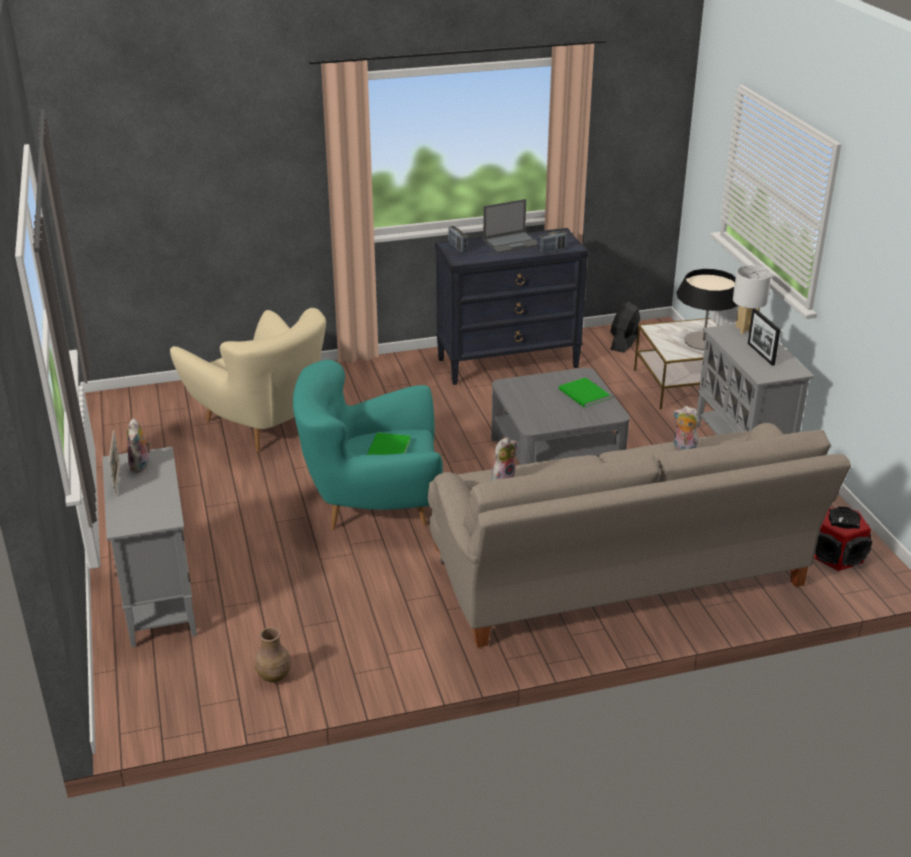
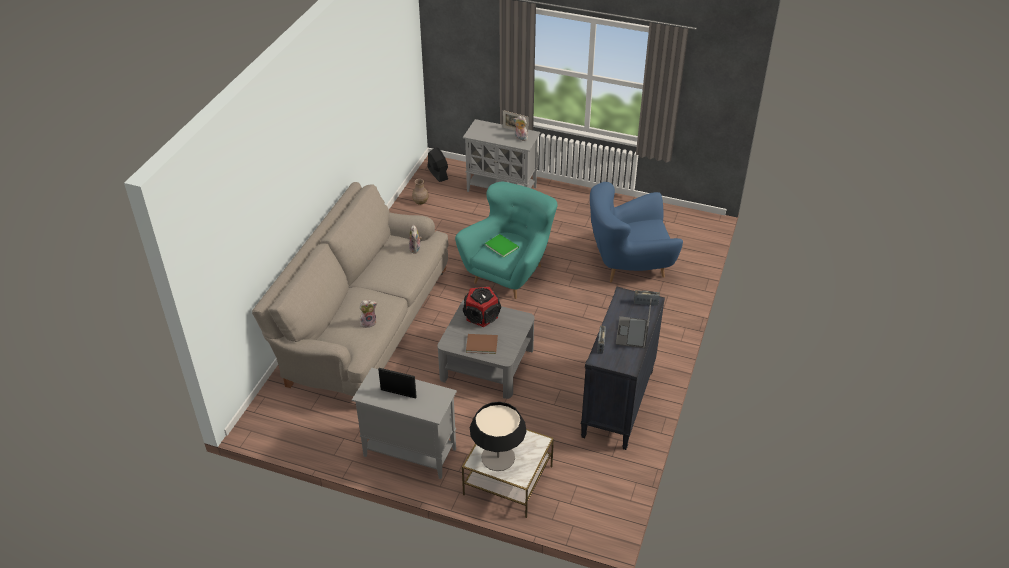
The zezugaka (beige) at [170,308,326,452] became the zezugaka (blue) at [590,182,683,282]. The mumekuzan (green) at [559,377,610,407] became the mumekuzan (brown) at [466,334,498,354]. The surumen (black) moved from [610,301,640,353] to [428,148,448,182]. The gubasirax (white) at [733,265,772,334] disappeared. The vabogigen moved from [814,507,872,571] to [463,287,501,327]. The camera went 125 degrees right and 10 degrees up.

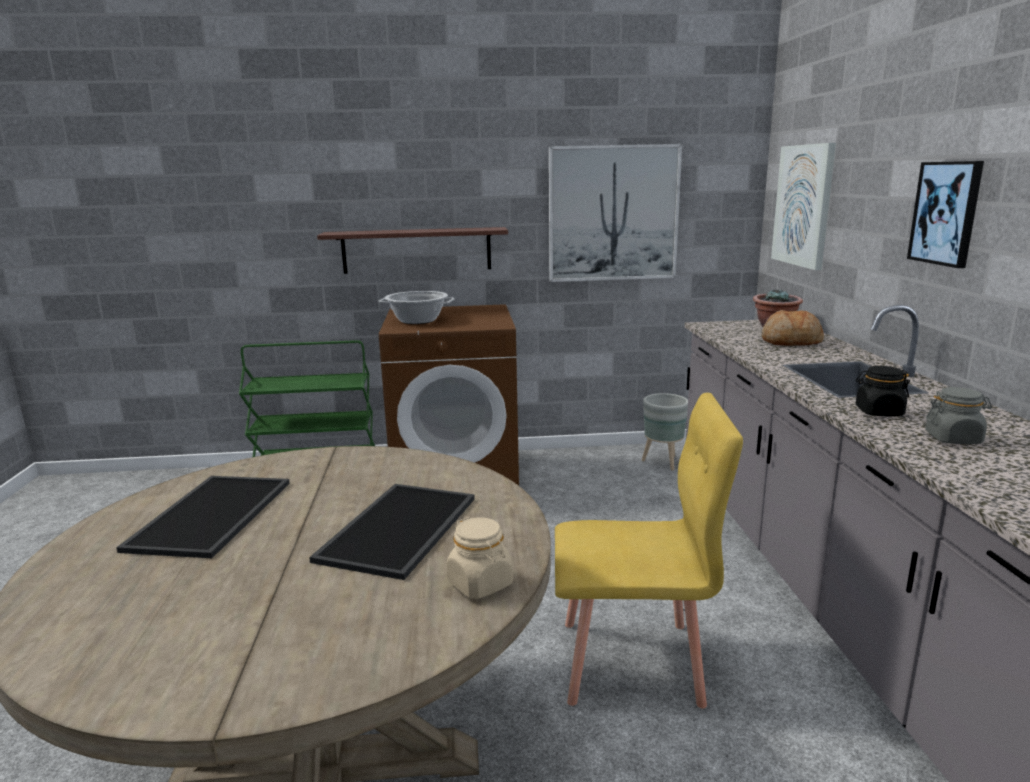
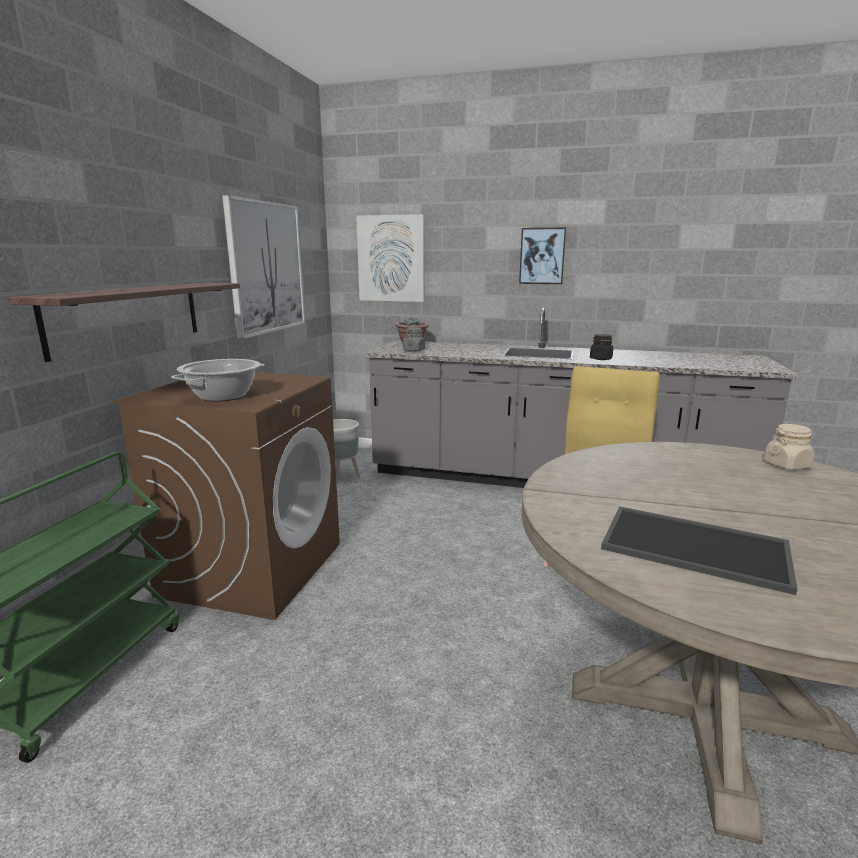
The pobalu at [309,484,475,580] disappeared. The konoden at [762,310,824,346] disappeared. The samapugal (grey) moved from [925,387,992,444] to [403,328,425,351]. The camera went 70 degrees left and 0 degrees up.

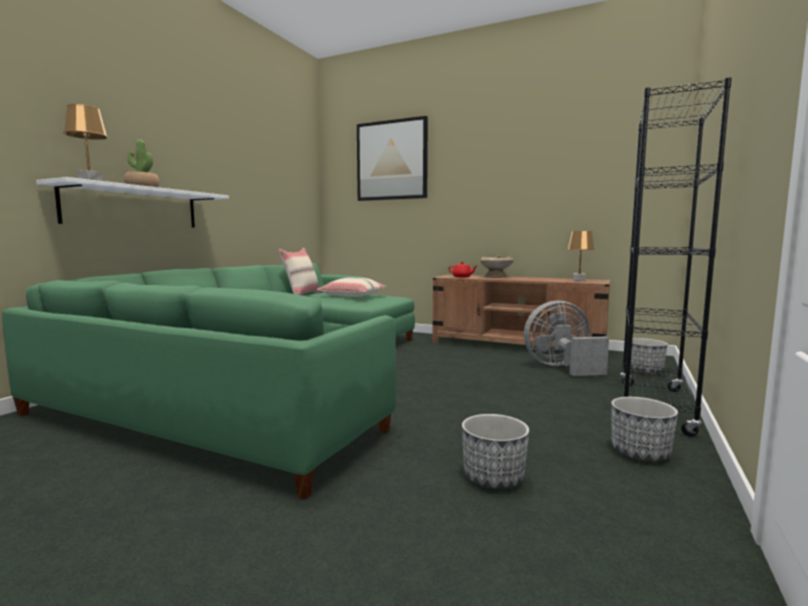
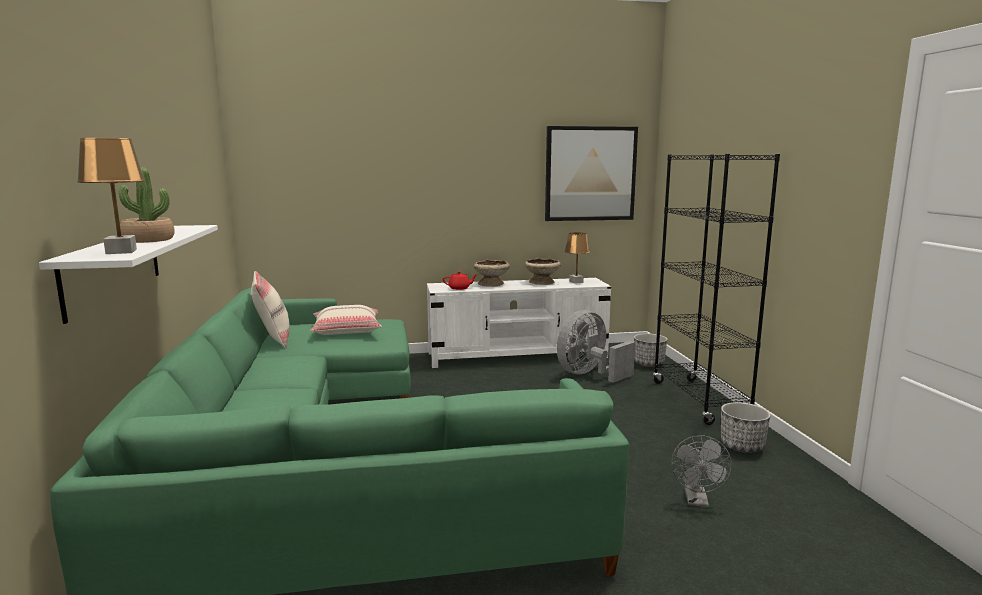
The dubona moved from [357,116,428,201] to [545,126,638,221]. The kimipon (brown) at [432,275,610,348] became the kimipon (white) at [427,278,611,368]. The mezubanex at [462,414,529,489] was replaced by the surumen (grey) at [671,435,732,507]. The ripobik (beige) at [525,258,561,285] appeared. The camera went 35 degrees left and 5 degrees up.

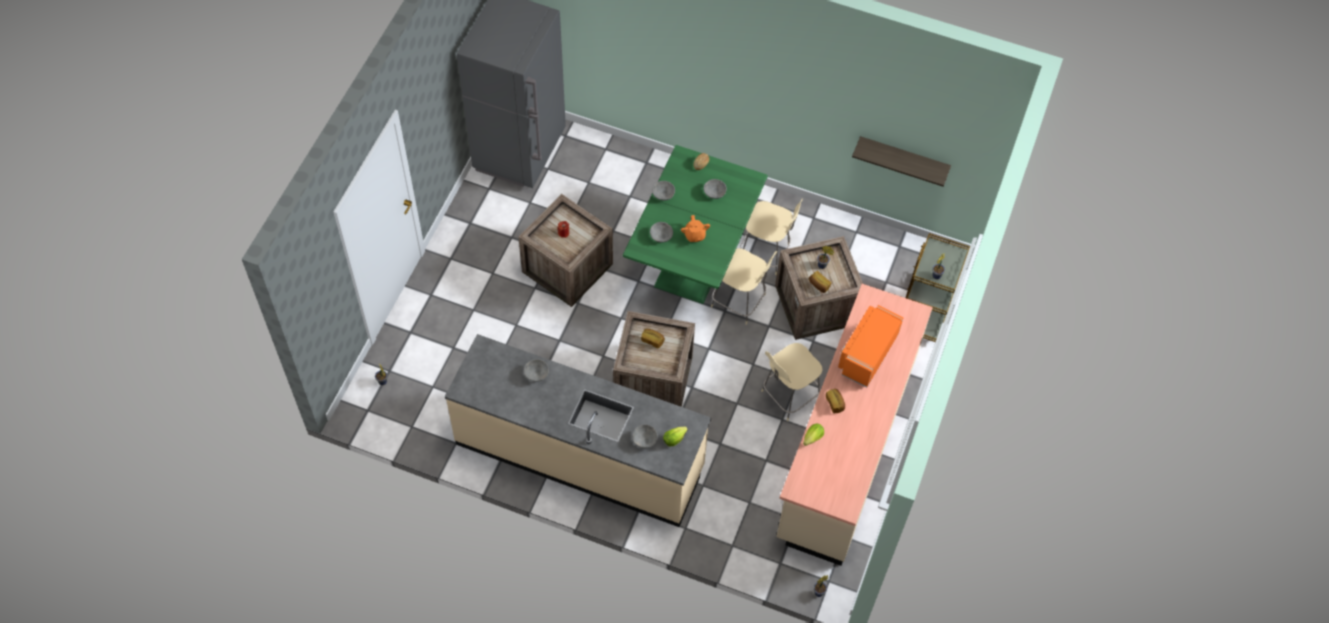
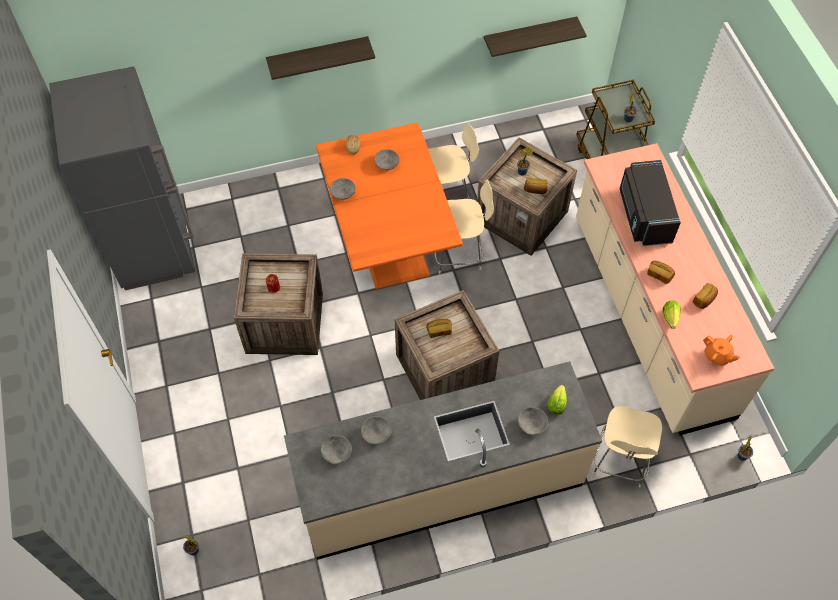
The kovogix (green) at [623,145,768,304] became the kovogix (orange) at [316,122,463,289]. The ripobik (grey) moved from [650,222,673,243] to [321,435,352,464]. The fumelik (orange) moved from [681,215,710,242] to [703,335,740,366]. The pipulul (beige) moved from [762,343,823,421] to [593,406,662,487]. The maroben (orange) at [838,305,904,387] became the maroben (black) at [620,160,681,246]. The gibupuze at [266,36,375,80] appeared. The konoden at [693,283,718,309] appeared. The camera went 35 degrees left and 0 degrees up.

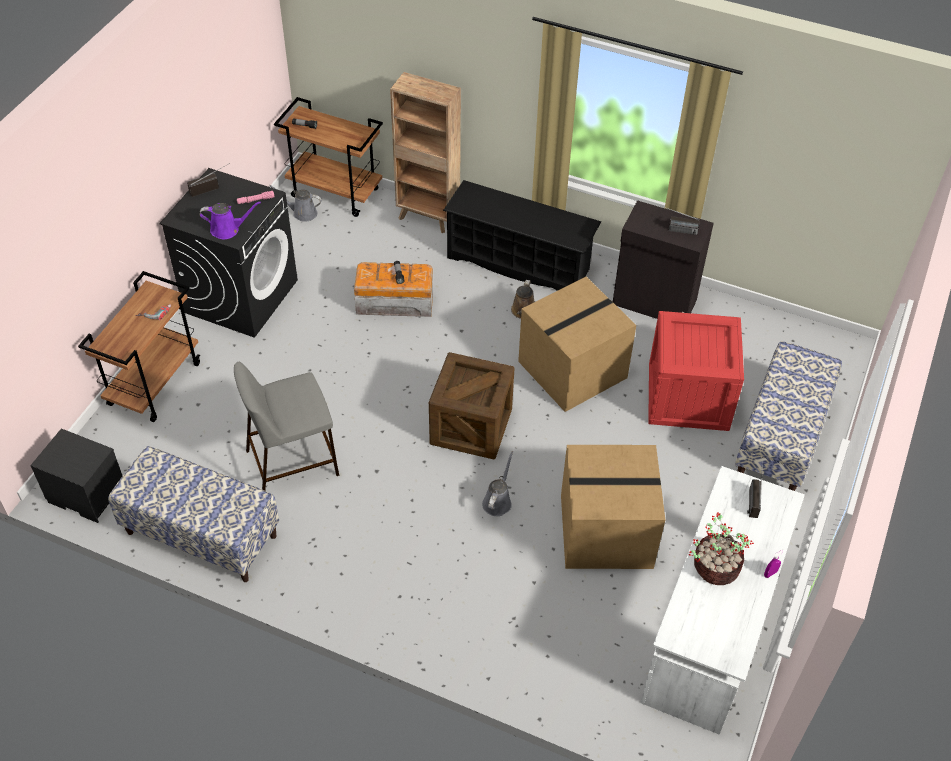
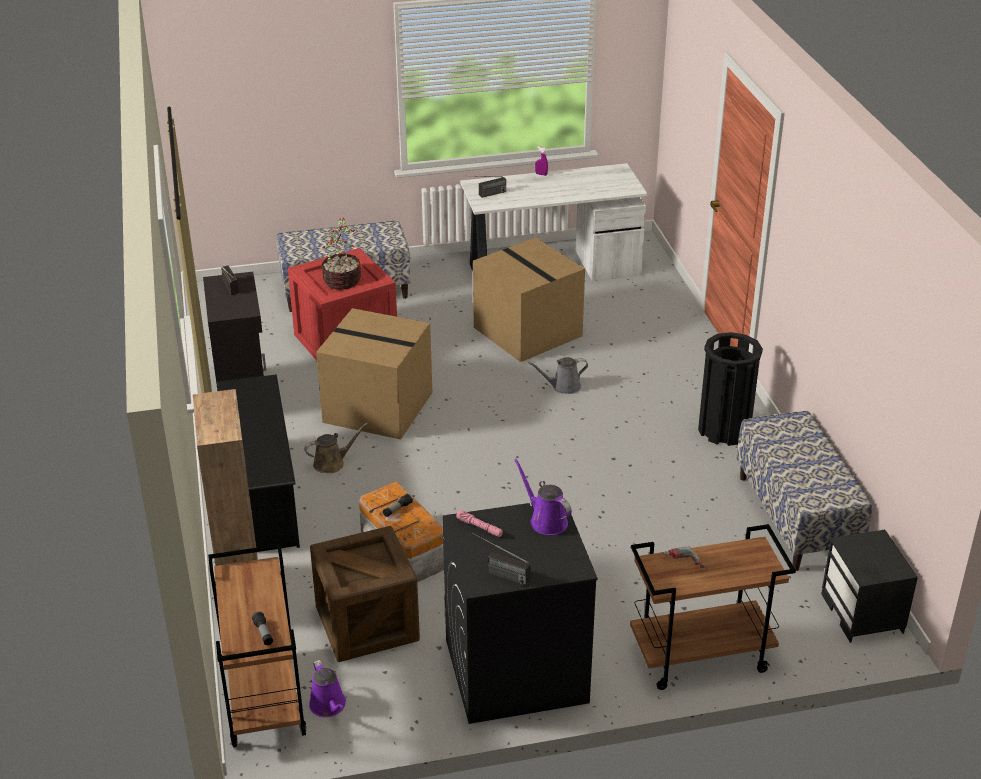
The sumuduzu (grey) at [234,362,339,490] disappeared. The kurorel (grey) at [269,185,322,222] became the kurorel (purple) at [309,660,346,717]. The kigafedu moved from [429,352,514,459] to [310,526,420,662]. The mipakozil moved from [689,512,754,585] to [322,218,361,290]. The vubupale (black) at [698,332,763,446] appeared. The camera went 125 degrees left and 15 degrees down.

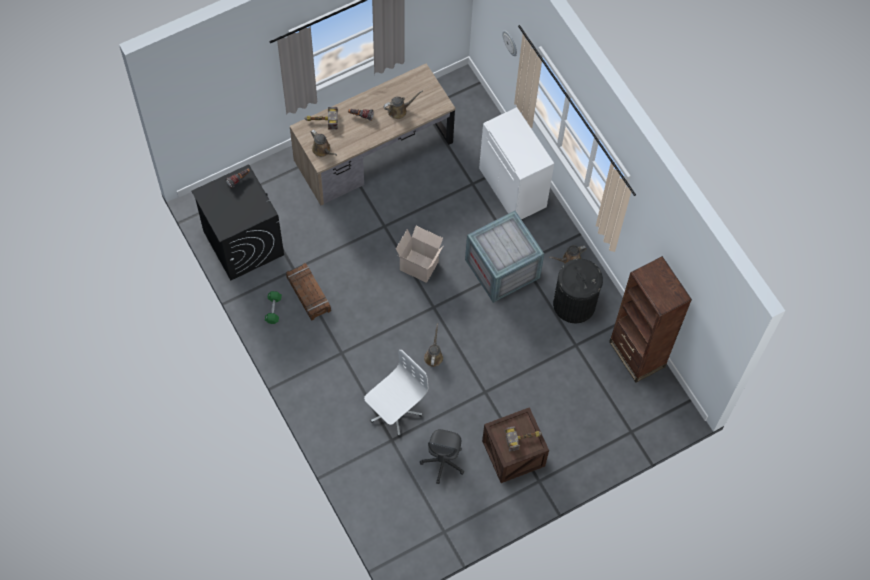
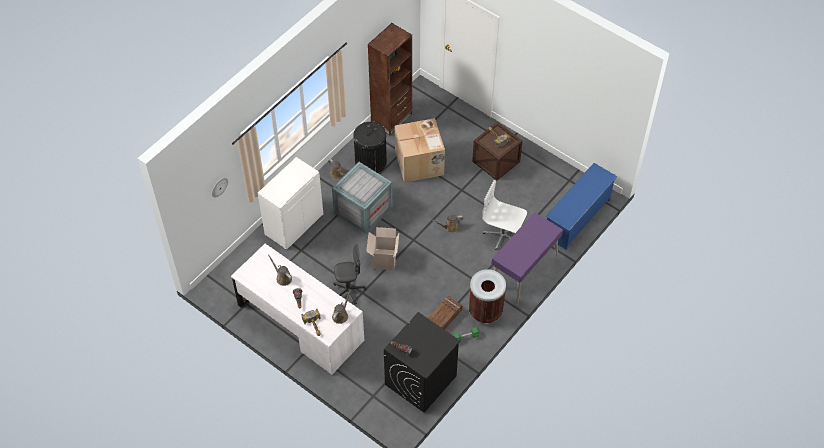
The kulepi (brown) at [290,63,456,205] became the kulepi (white) at [231,244,364,374]. The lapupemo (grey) moved from [420,429,464,484] to [333,244,367,305]. The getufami at [395,118,445,183] appeared. The vubupale (brown) at [469,269,506,324] appeared. The kulepi (purple) at [491,212,563,306] appeared. The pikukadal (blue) at [546,163,617,250] appeared. The camera went 110 degrees left and 10 degrees down.

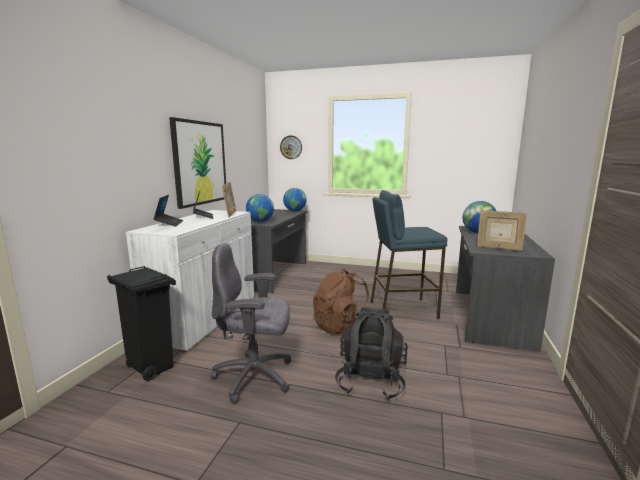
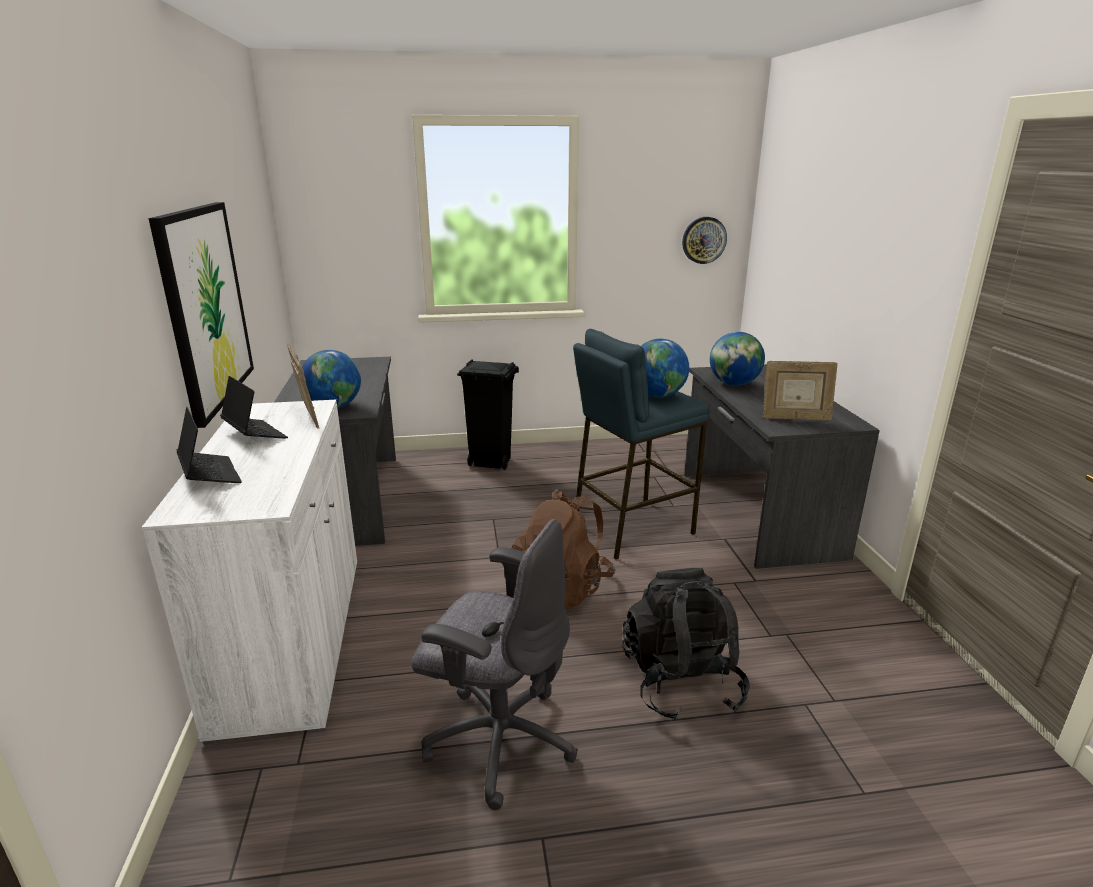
The vubupale (black) moved from [107,266,176,381] to [457,359,519,470]. The lapupemo (grey) at [211,243,291,404] turned 135 degrees counterclockwise. The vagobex moved from [280,136,302,159] to [682,217,727,264]. The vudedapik moved from [283,188,307,211] to [641,339,689,398]. The camera went 25 degrees left and 10 degrees up.

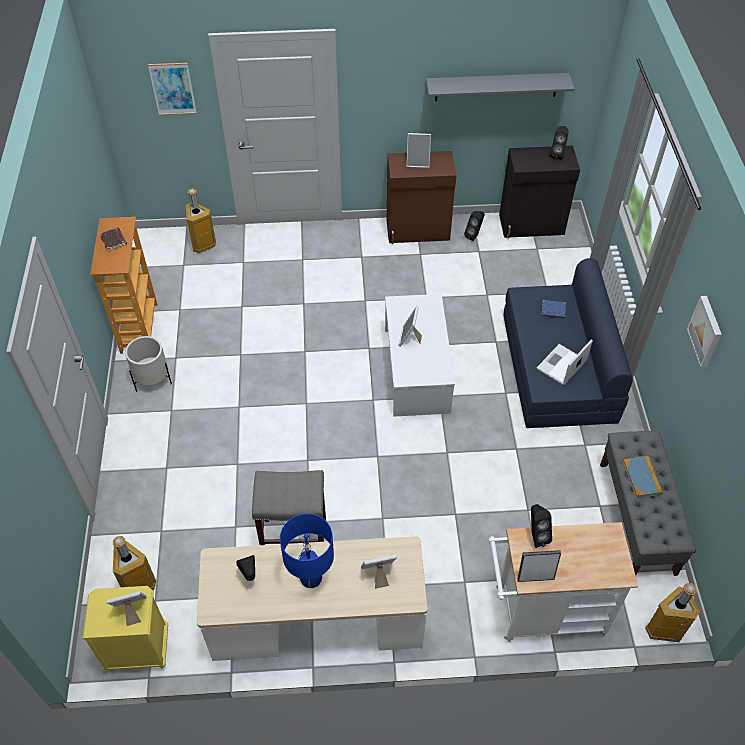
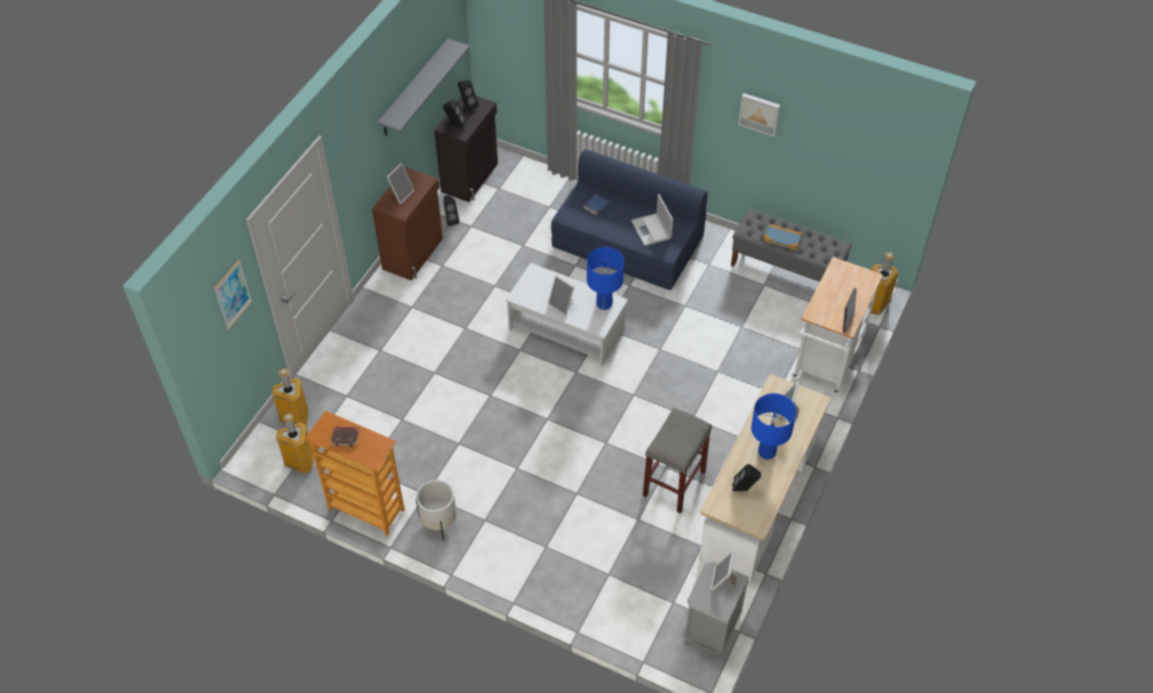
The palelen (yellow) at [82,586,168,672] became the palelen (grey) at [683,561,749,658]. The vubupale moved from [113,536,156,590] to [276,413,314,474]. The vabogigen (black) moved from [531,504,552,548] to [443,100,466,128]. The gubasirax (blue) at [587,247,624,310] appeared. The camera went 60 degrees left and 0 degrees up.

